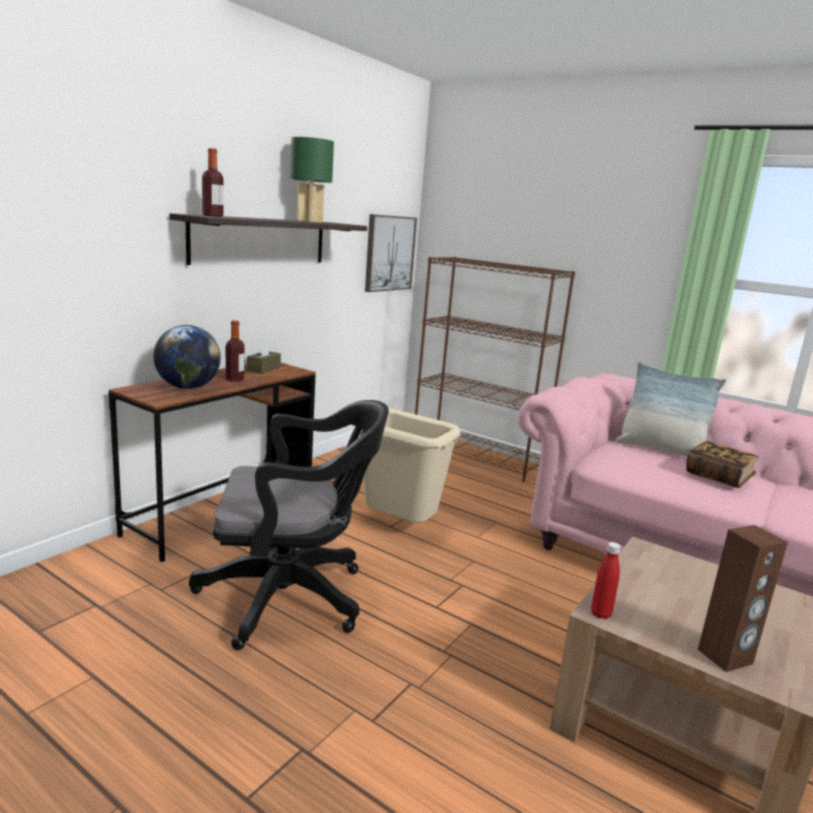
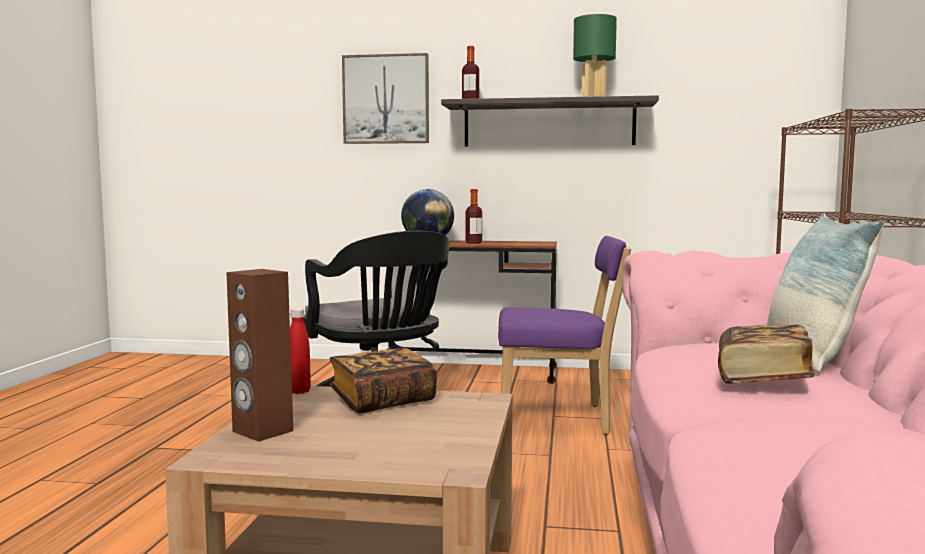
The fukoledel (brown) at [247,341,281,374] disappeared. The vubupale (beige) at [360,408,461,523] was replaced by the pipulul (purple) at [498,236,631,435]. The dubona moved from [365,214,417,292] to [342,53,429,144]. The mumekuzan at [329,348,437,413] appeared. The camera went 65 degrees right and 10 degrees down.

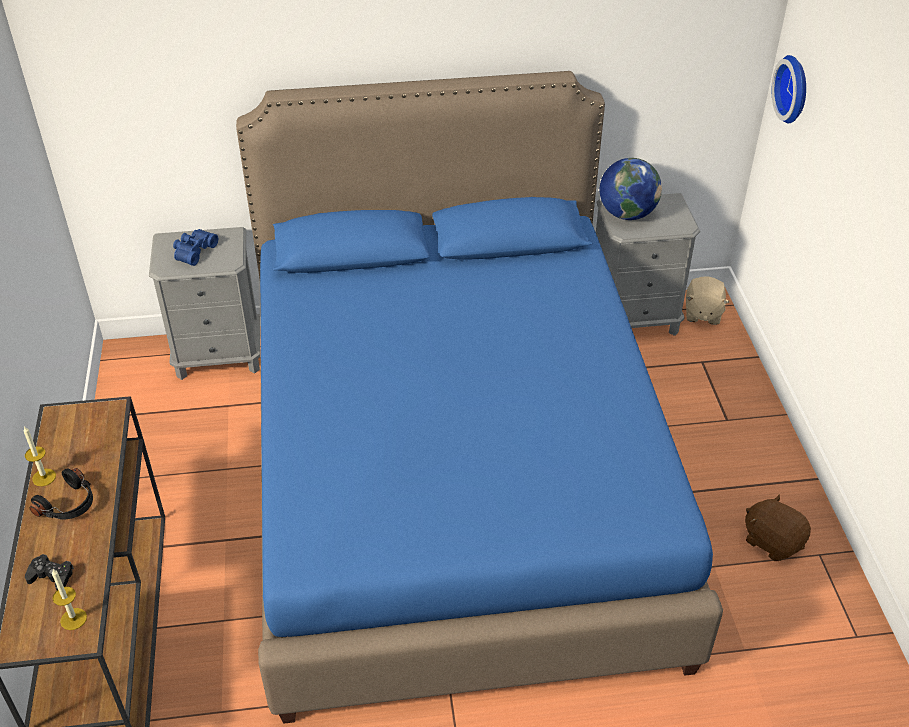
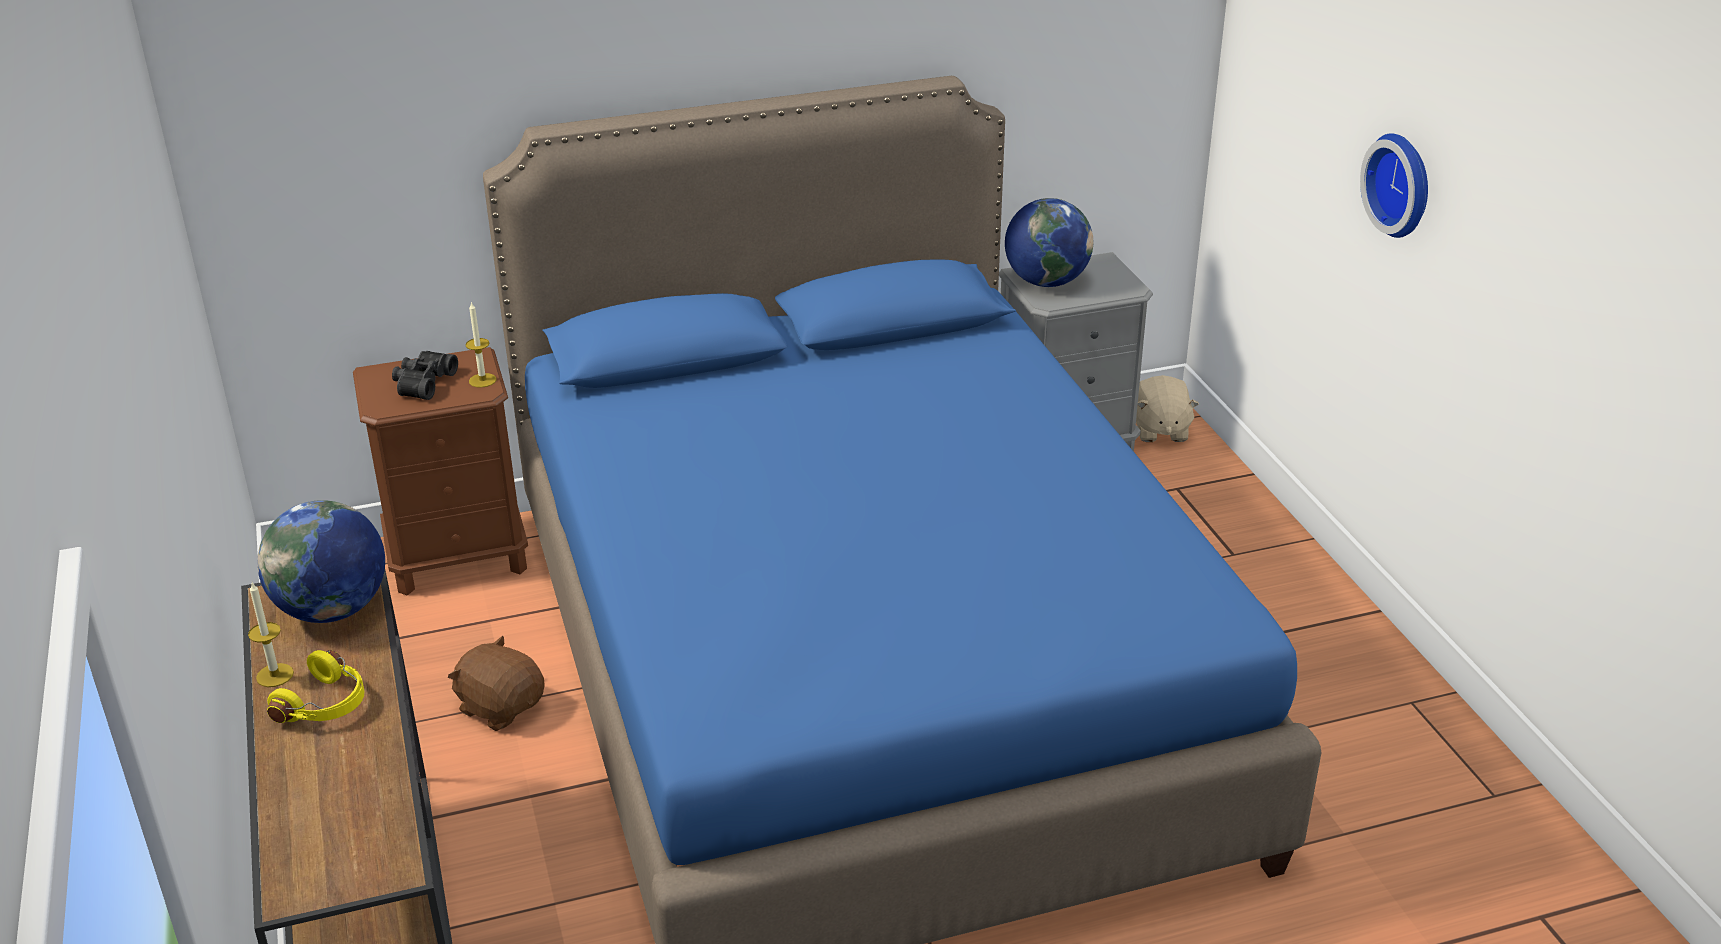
The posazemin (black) at [25,554,74,590] disappeared. The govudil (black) at [30,468,93,519] became the govudil (yellow) at [267,650,364,723]. The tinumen moved from [52,569,87,630] to [466,301,497,388]. The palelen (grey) at [149,227,260,380] became the palelen (brown) at [353,347,528,595]. The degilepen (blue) at [173,229,218,266] became the degilepen (black) at [392,351,458,400]. The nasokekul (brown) moved from [745,494,811,561] to [448,636,545,731]. The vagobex moved from [772,55,806,124] to [1360,133,1428,238]. The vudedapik at [257,500,385,623] appeared. The camera went 10 degrees left and 10 degrees down.

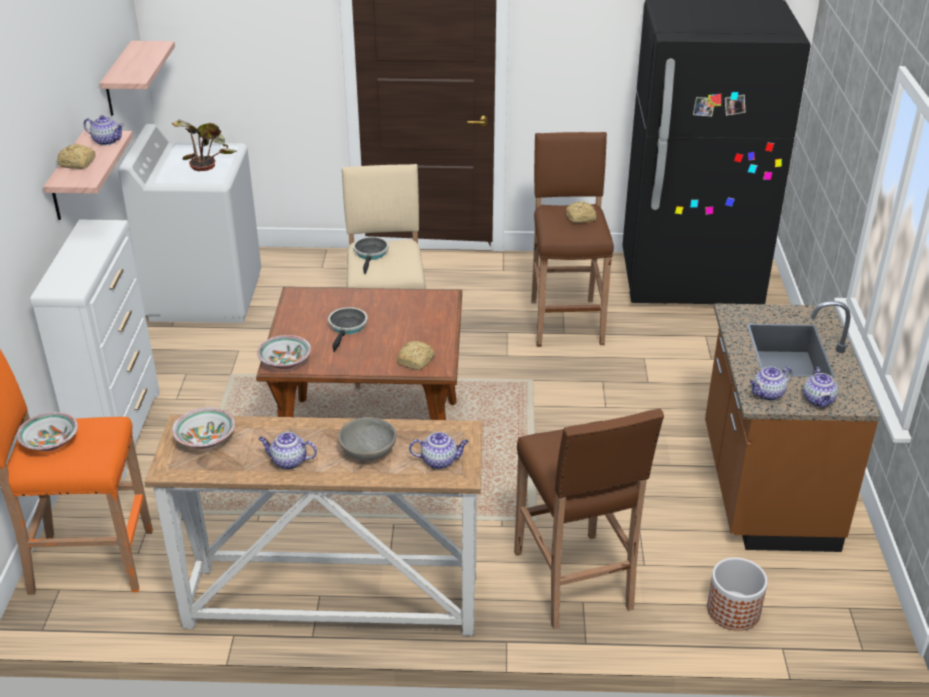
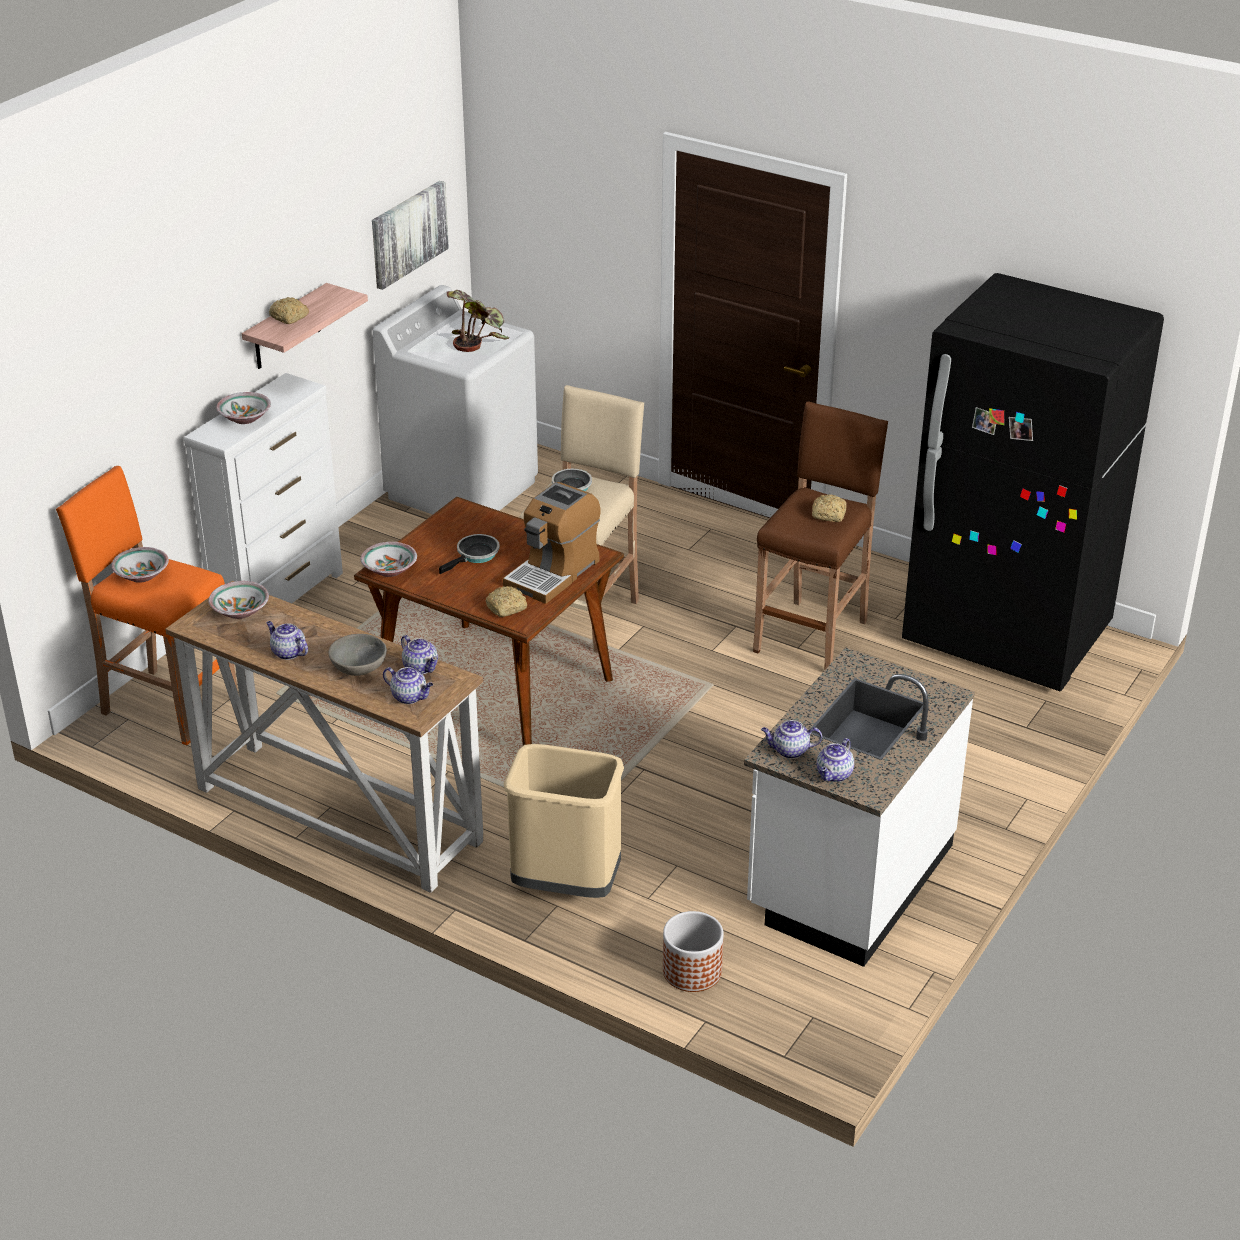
The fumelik moved from [84,115,124,145] to [401,635,438,674]. The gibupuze at [100,41,175,116] was replaced by the dubona at [372,181,449,290]. The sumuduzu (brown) at [514,409,664,629] was replaced by the vubupale (beige) at [504,744,624,898]. The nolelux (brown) at [705,301,880,552] became the nolelux (white) at [744,647,975,967]. The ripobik at [216,392,271,424] appeared. The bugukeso at [503,482,601,604] appeared. The camera went 30 degrees right and 0 degrees up.

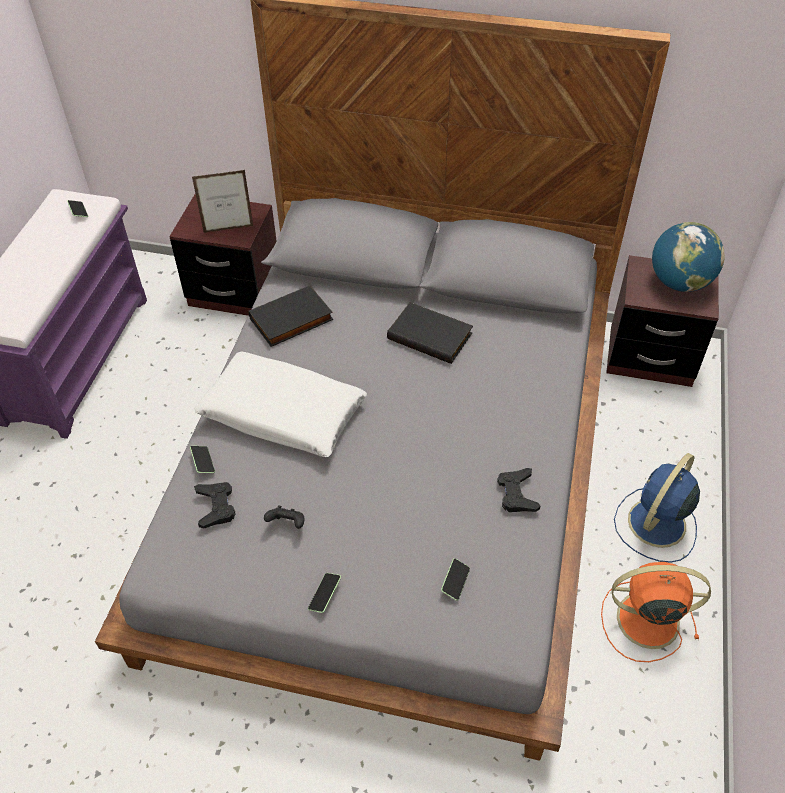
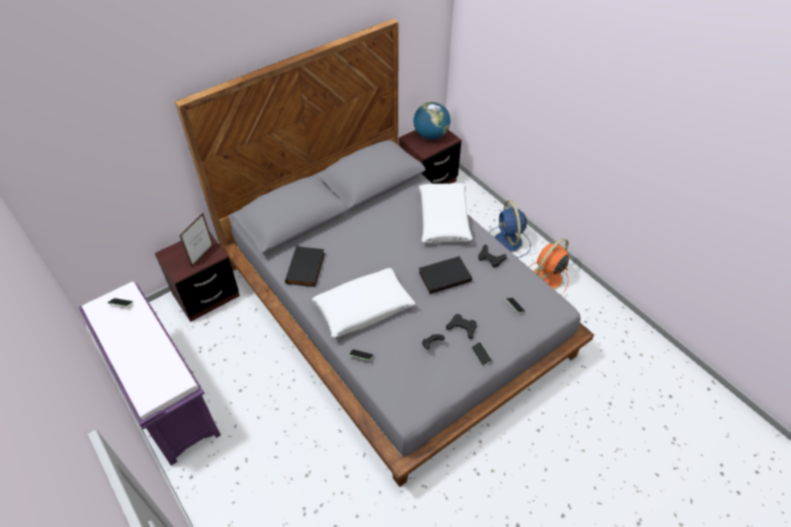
The posazemin (black) moved from [194,482,236,529] to [446,314,477,339]. The mumekuzan (black) moved from [387,302,473,364] to [419,256,472,294]. The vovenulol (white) at [419,183,473,243] appeared. The camera went 50 degrees left and 0 degrees up.

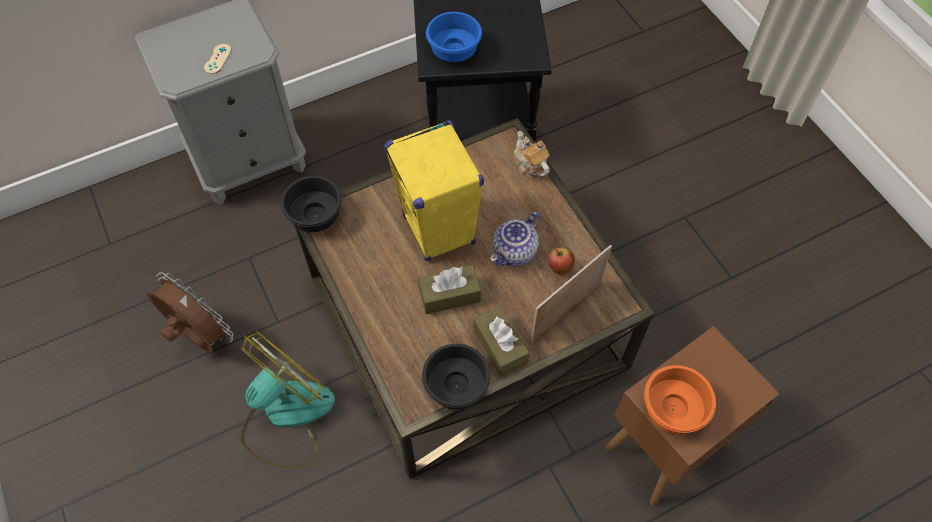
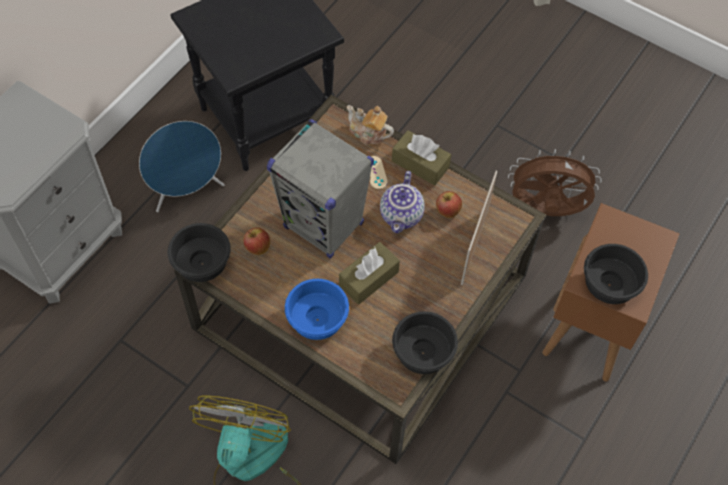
The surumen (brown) moved from [147,272,233,353] to [508,149,602,216]. The posazemin (beige) moved from [204,44,231,74] to [370,156,388,189]. The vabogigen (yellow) at [384,120,484,261] became the vabogigen (grey) at [267,119,374,259]. The ripobik (blue) moved from [426,12,482,62] to [285,279,349,340]. The fukoledel (brown) moved from [473,306,529,377] to [392,130,451,186]. The ripobik (orange) at [644,365,716,434] became the ripobik (black) at [584,244,648,304]. The vabogigen (blue) at [139,121,225,212] appeared. The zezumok at [243,227,270,255] appeared. The camera went 30 degrees left and 0 degrees up.

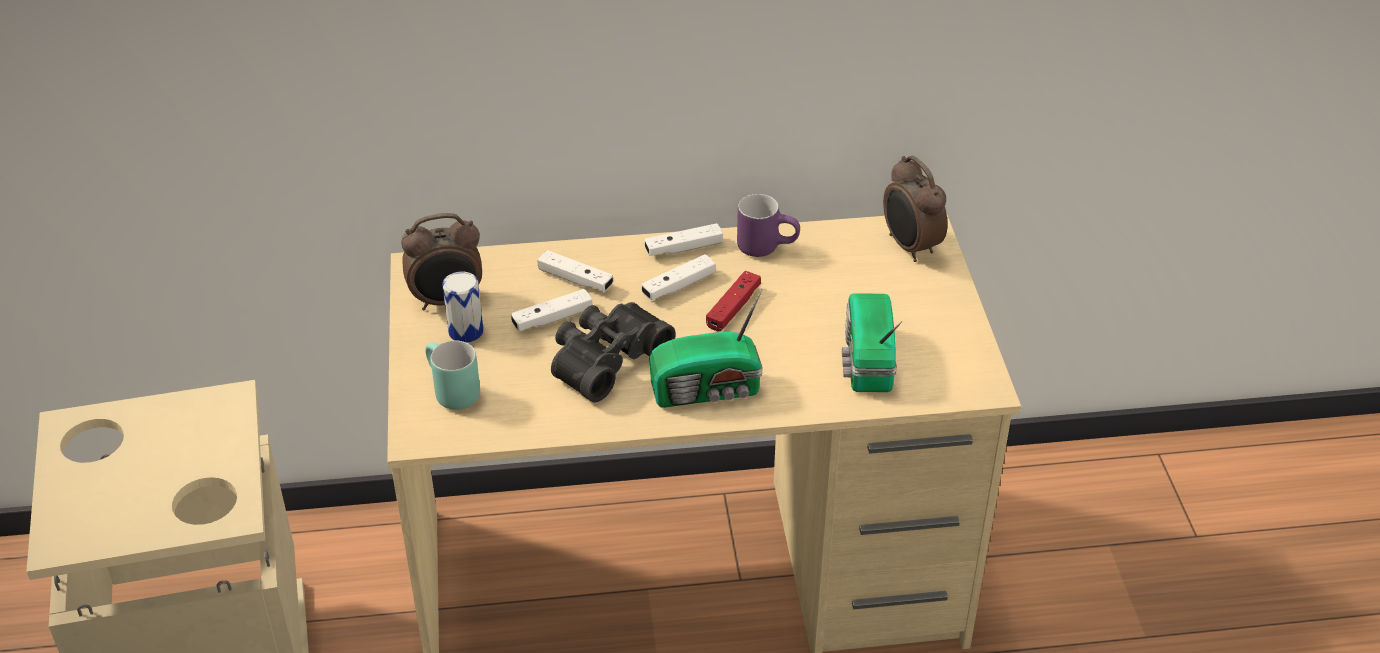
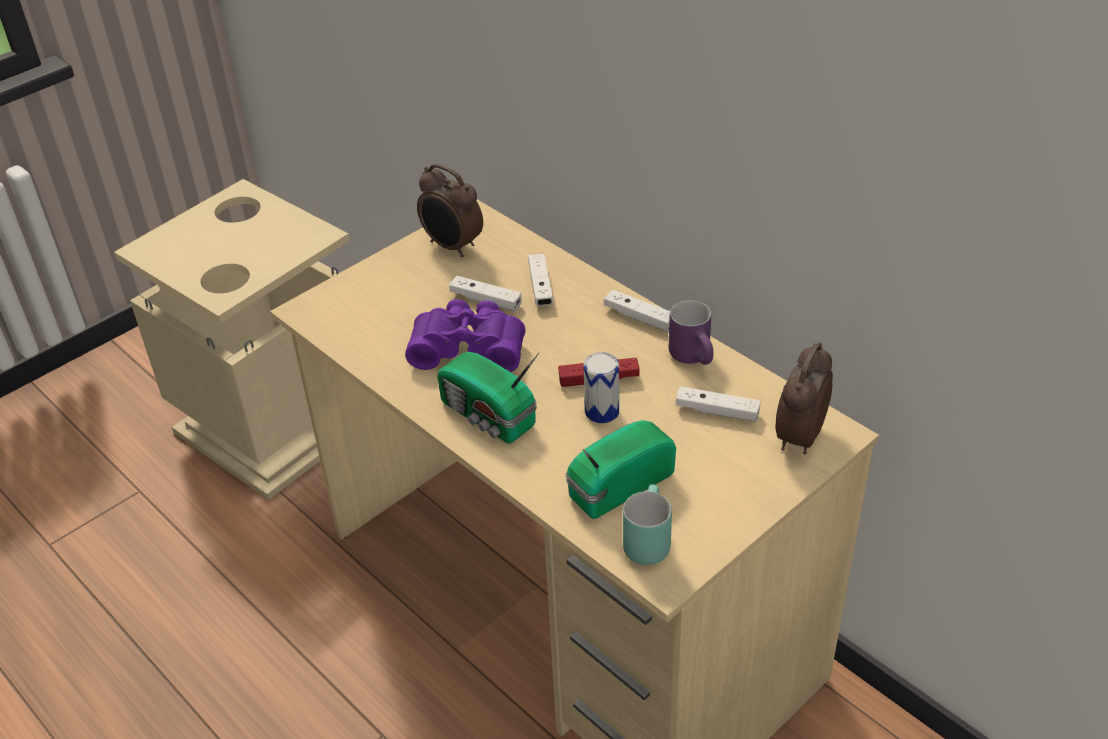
The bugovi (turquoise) moved from [425,340,480,410] to [623,484,672,565]. The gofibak moved from [442,271,484,343] to [584,352,619,423]. The degilepen (black) at [551,302,676,402] became the degilepen (purple) at [405,299,526,372]. The posazemin (white) moved from [641,254,716,300] to [676,386,761,422]. The camera went 55 degrees right and 0 degrees up.

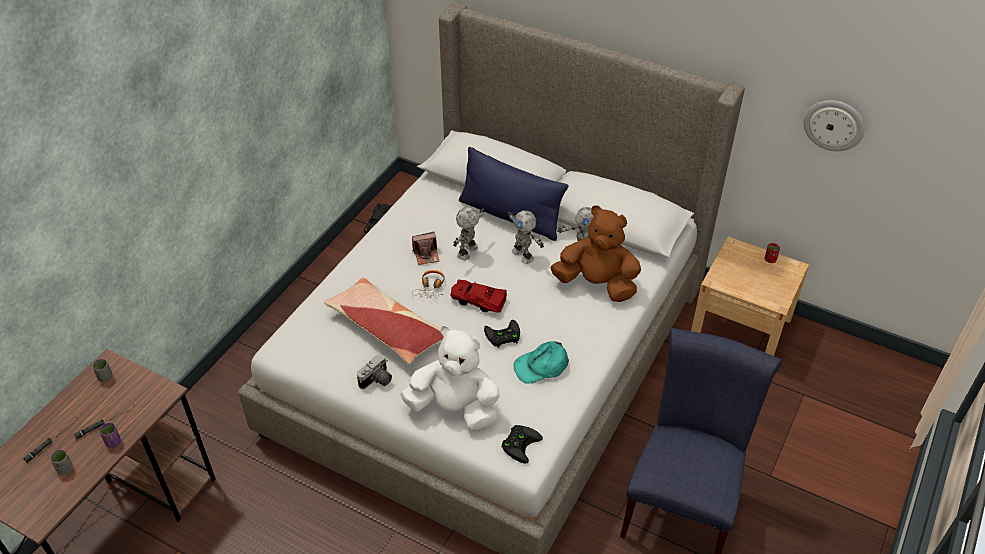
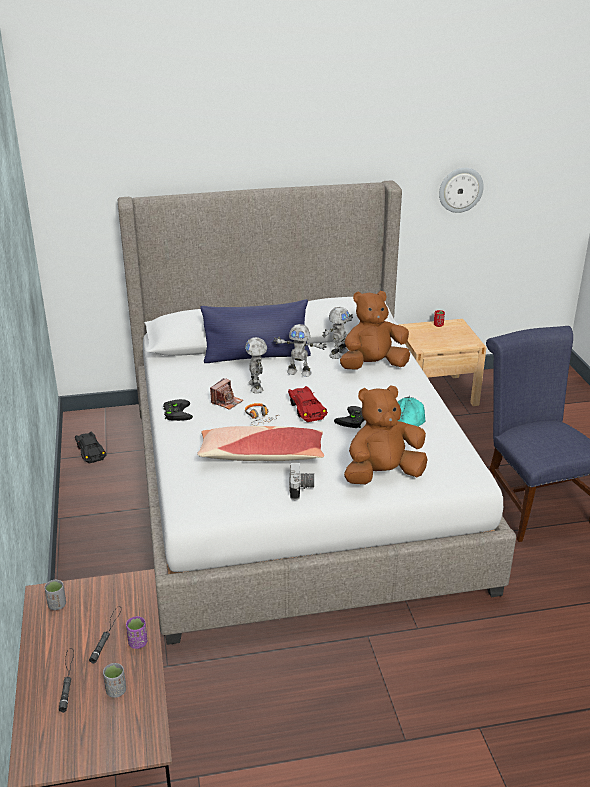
The nasokekul (white) at [400,326,500,431] became the nasokekul (brown) at [344,385,428,484]. The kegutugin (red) at [450,279,507,313] turned 90 degrees clockwise. The posazemin (black) moved from [502,425,543,464] to [163,399,193,421]. The camera went 40 degrees left and 15 degrees down.

